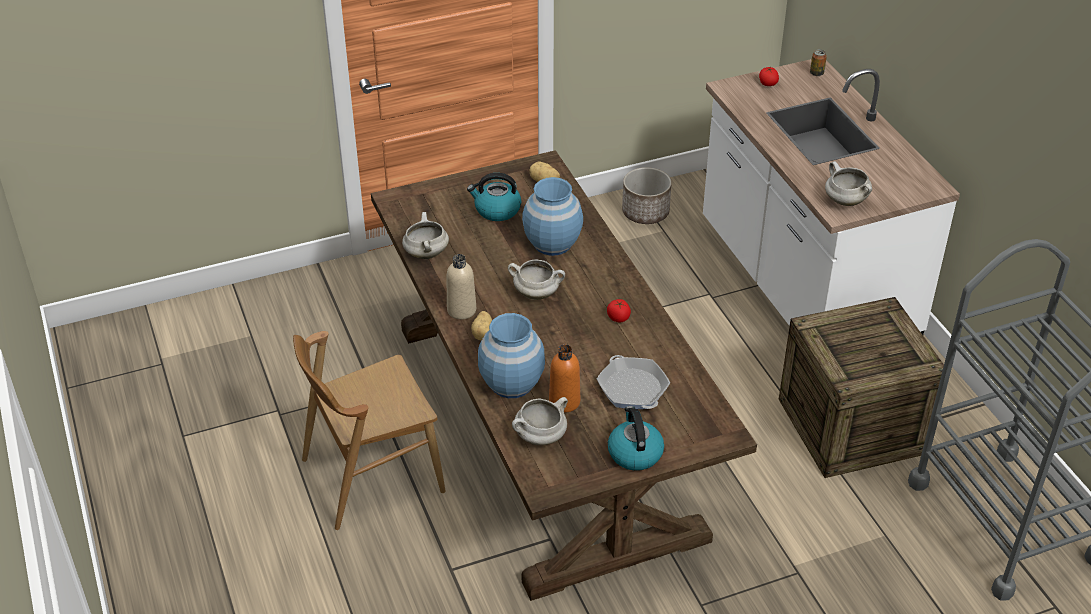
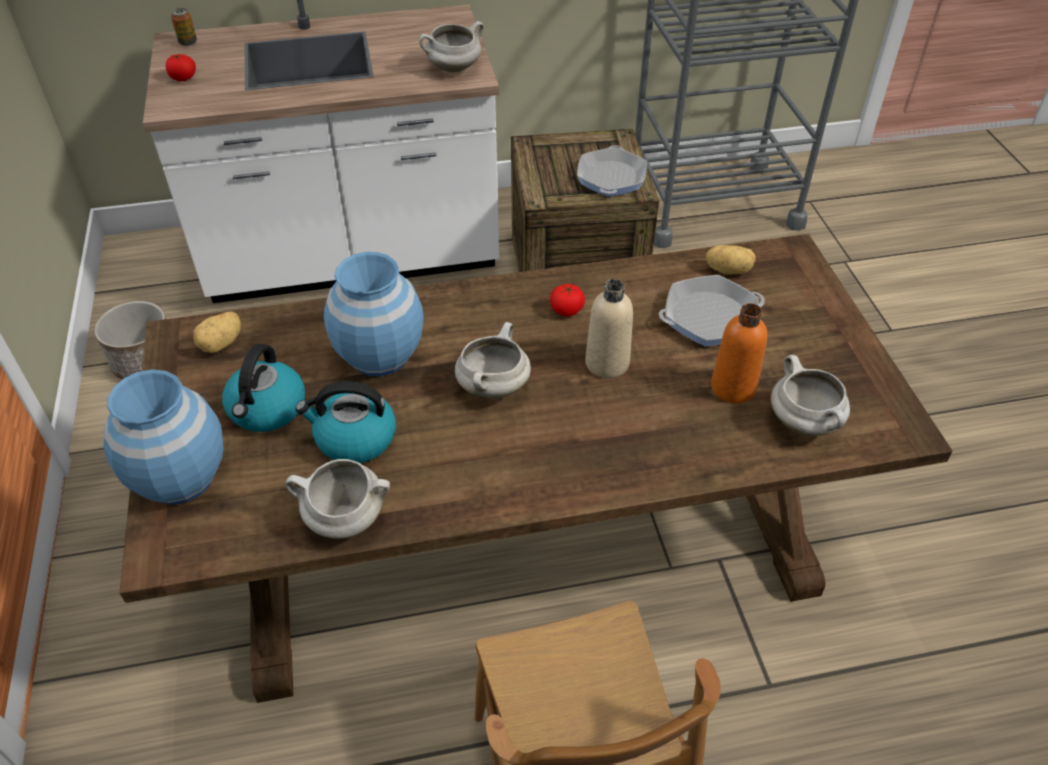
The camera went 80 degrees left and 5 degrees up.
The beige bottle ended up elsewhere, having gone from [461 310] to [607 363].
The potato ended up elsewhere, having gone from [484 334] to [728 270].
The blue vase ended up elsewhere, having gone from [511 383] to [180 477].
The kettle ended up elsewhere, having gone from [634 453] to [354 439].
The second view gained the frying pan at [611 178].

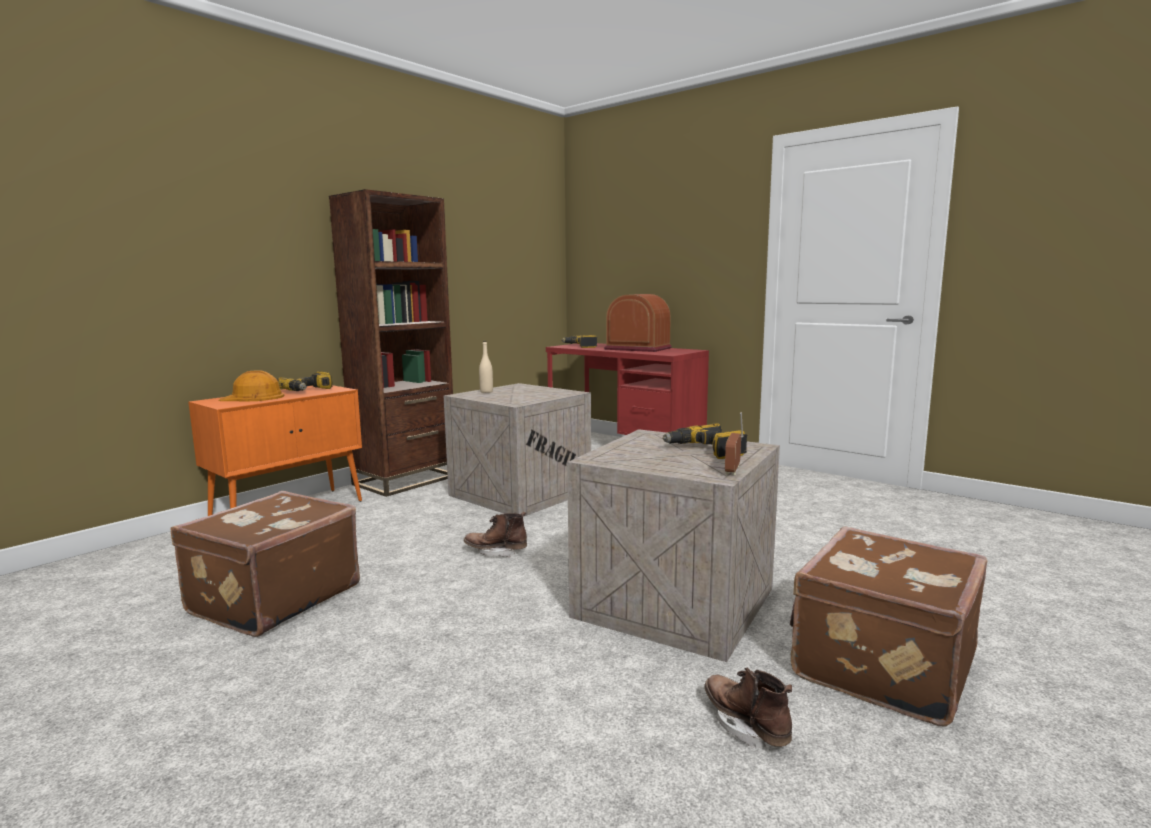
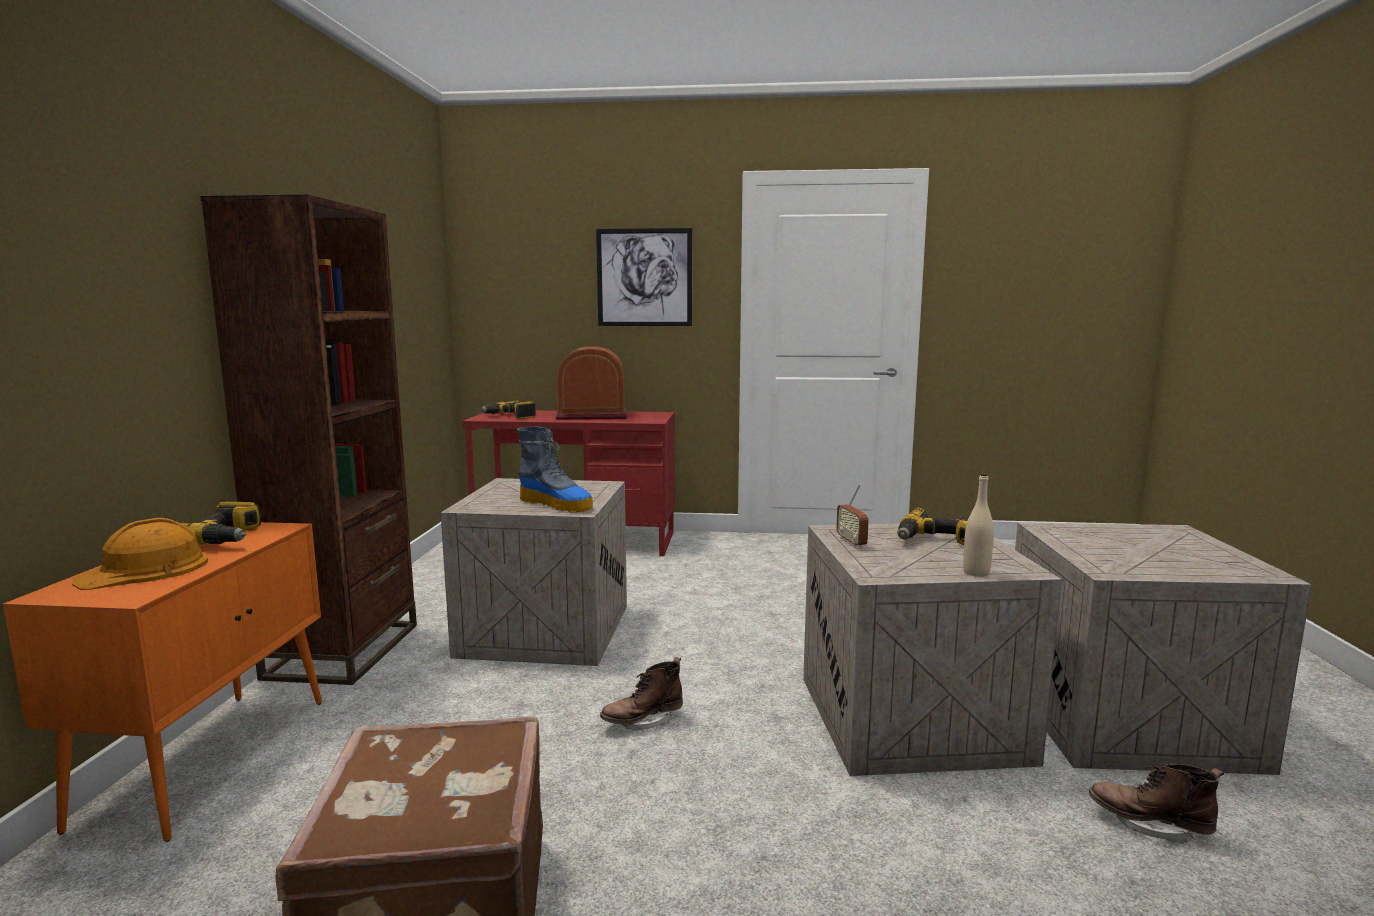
The camera went 35 degrees left and 0 degrees up.
The beige bottle ended up elsewhere, having gone from [486 392] to [976 572].
The radio ended up elsewhere, having gone from [733 470] to [851 542].
Where the brown suitcase stood at [880 664], the crate came to stand at [1129 720].
The second view gained the boot at [557 504].
The second view gained the picture at [644 277].

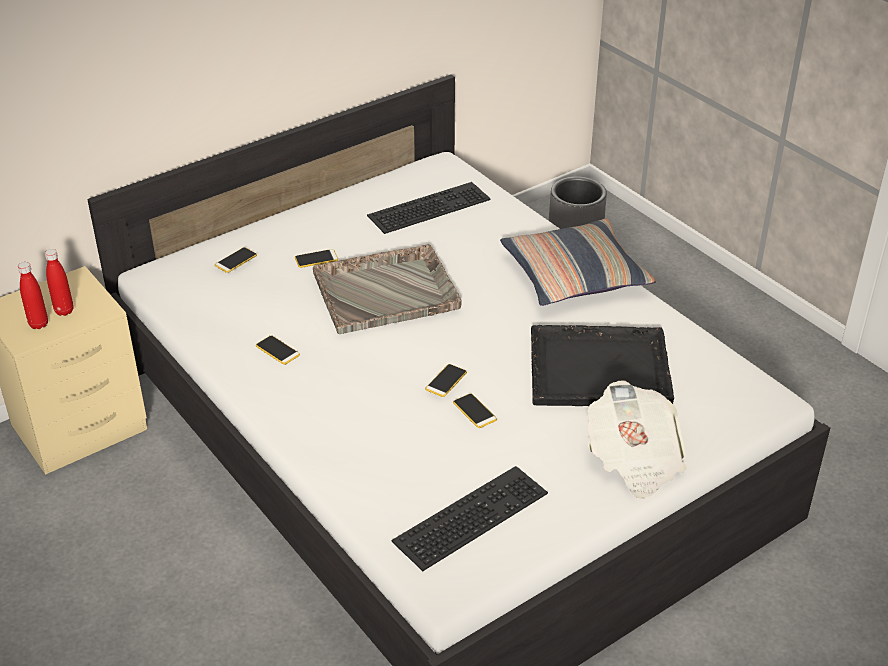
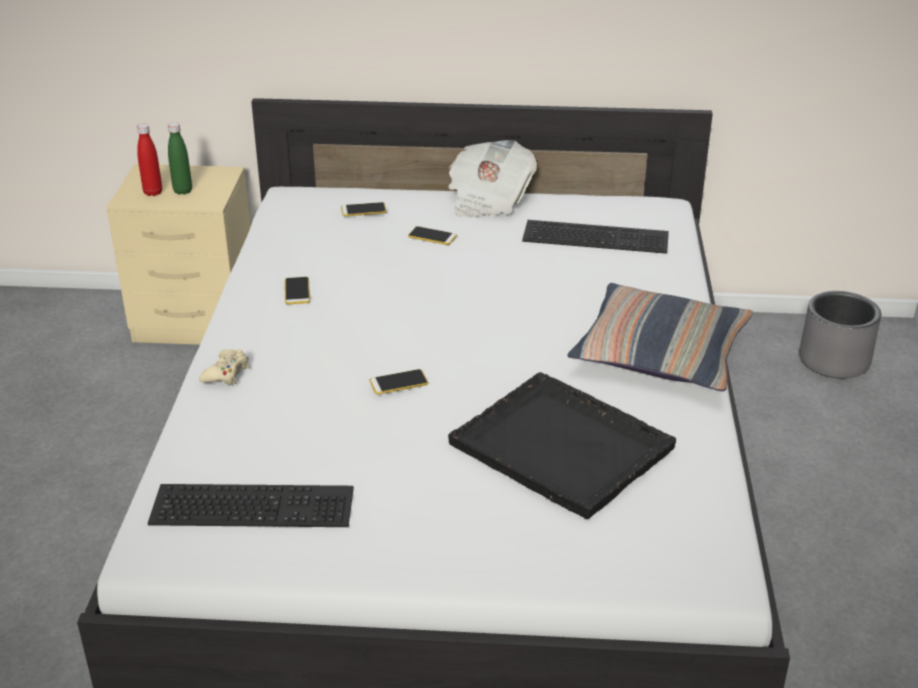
The camera went 40 degrees right and 5 degrees down.
What was the red bottle at [64 311] turned into the green bottle at [183 191].
The second view lost the grey tray at [387 291].
The second view lost the phone at [474 411].
The newspaper ended up elsewhere, having gone from [634 460] to [488 199].
The second view gained the beige game controller at [226 374].

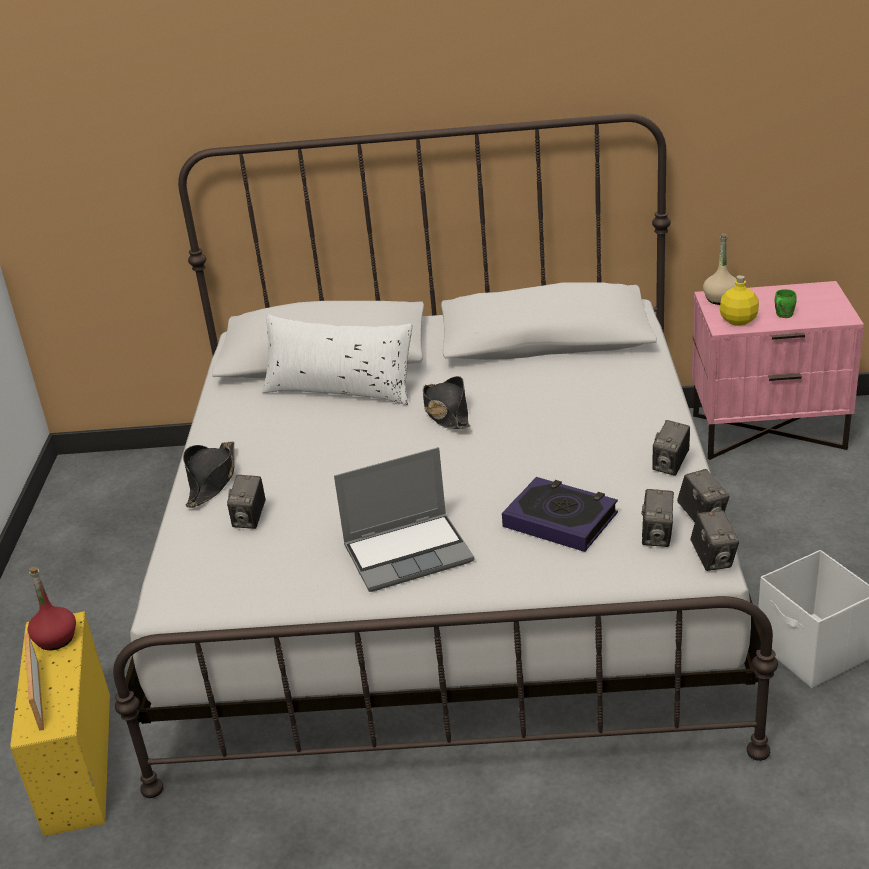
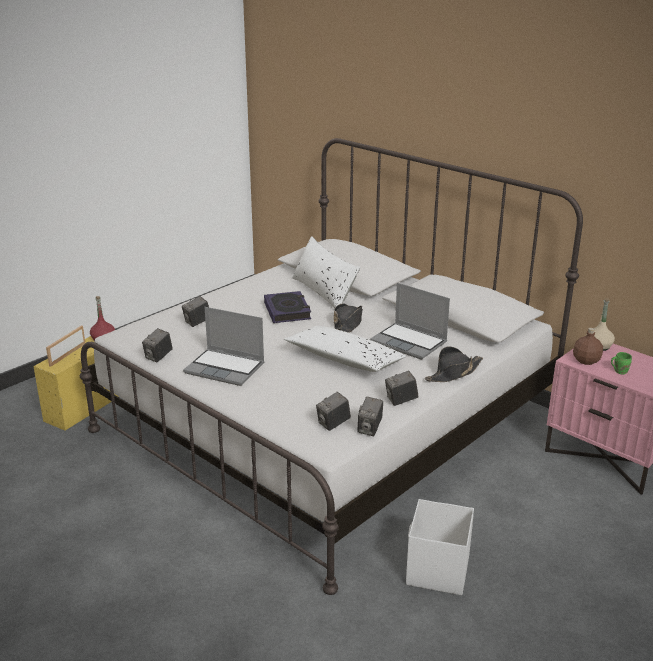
The camera went 40 degrees right and 5 degrees down.
The black hat ended up elsewhere, having gone from [212 480] to [453 373].
The book ended up elsewhere, having gone from [560 520] to [287 311].
The photo camera ended up elsewhere, having gone from [713 559] to [158 357].
What was the yellow bottle at [737 320] turned into the brown bottle at [585 360].
The second view gained the white pillow at [344 359].
The second view gained the laptop at [410 342].

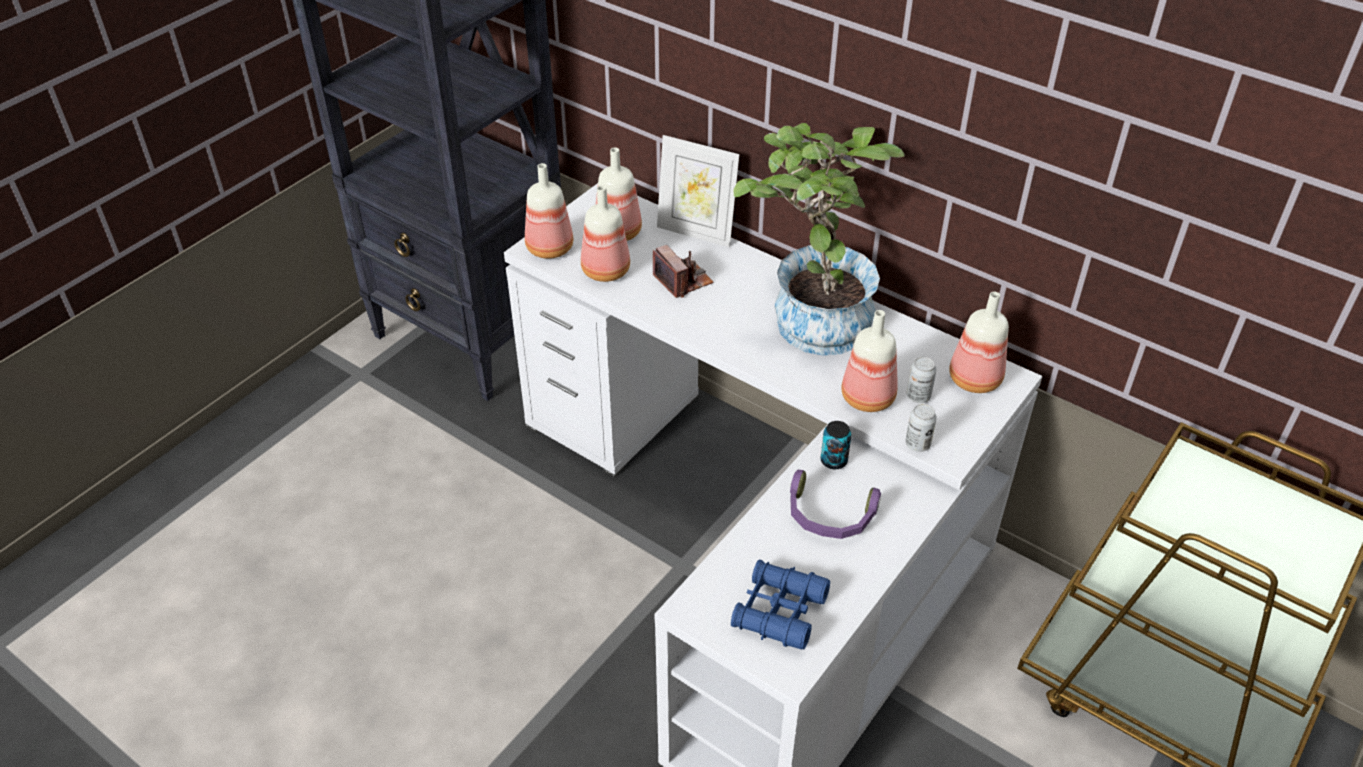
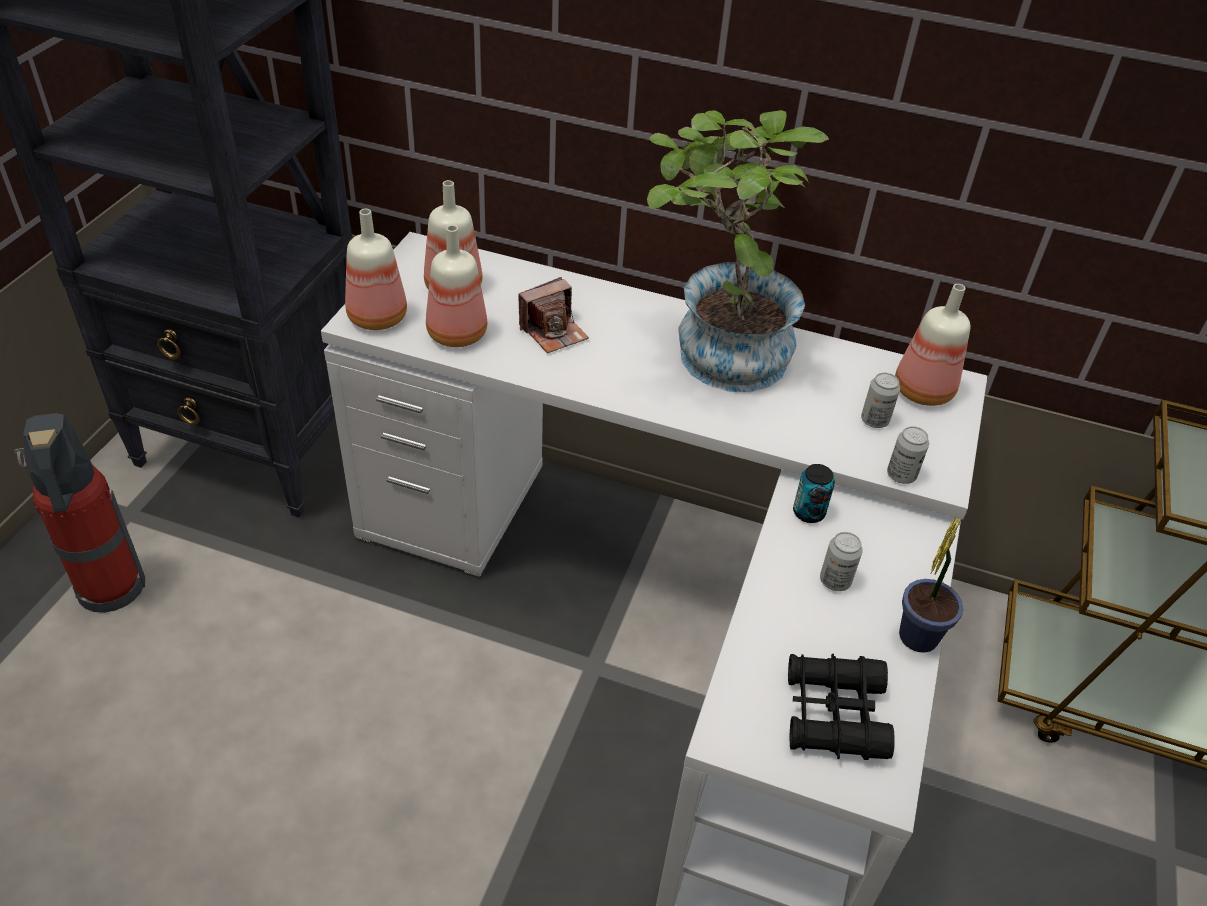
The camera went 20 degrees left and 0 degrees up.
The photo camera at [683 280] ended up facing another way, 105 degrees clockwise from before.
The second view lost the picture frame at [696 232].
What was the blue binoculars at [779 611] turned into the black binoculars at [834 714].
Where the purple headphones stood at [829 516], the can came to stand at [835 581].
The second view lost the bottle at [868 396].
The second view gained the fire extinguisher at [110 590].
The second view gained the potted plant at [920 633].

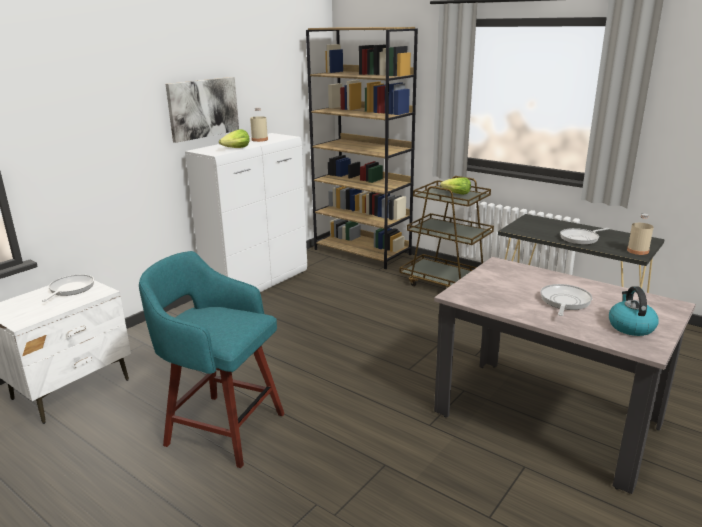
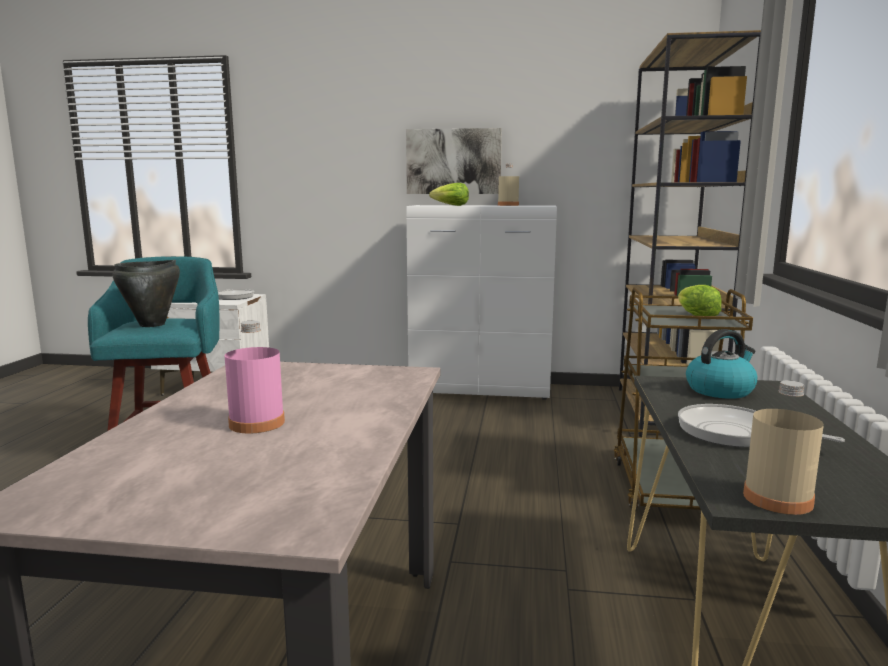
The camera went 60 degrees right and 10 degrees down.
Where the frying pan stood at [564 302], the pink bottle came to stand at [257 423].
The kettle ended up elsewhere, having gone from [630 326] to [720 390].
The second view gained the black cooking pot at [152 324].

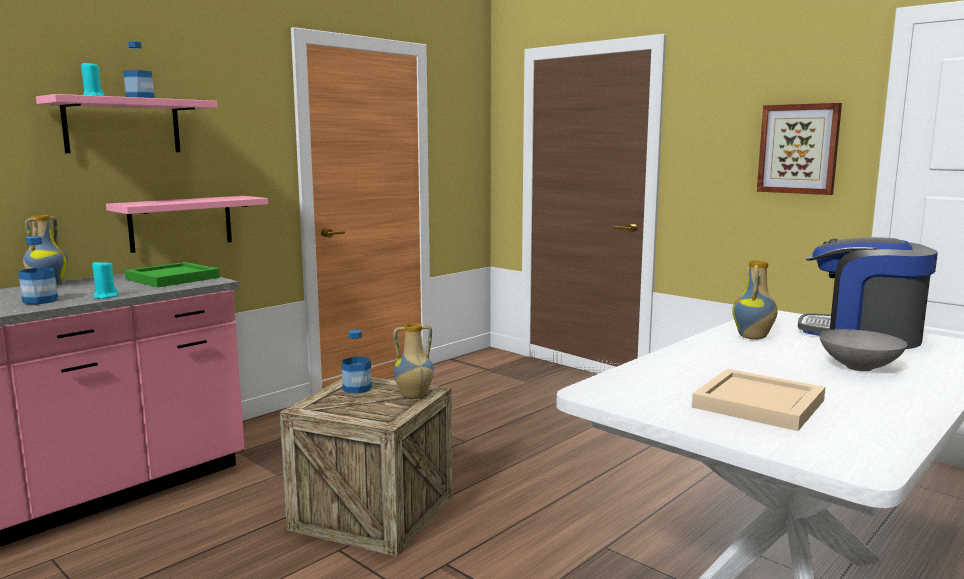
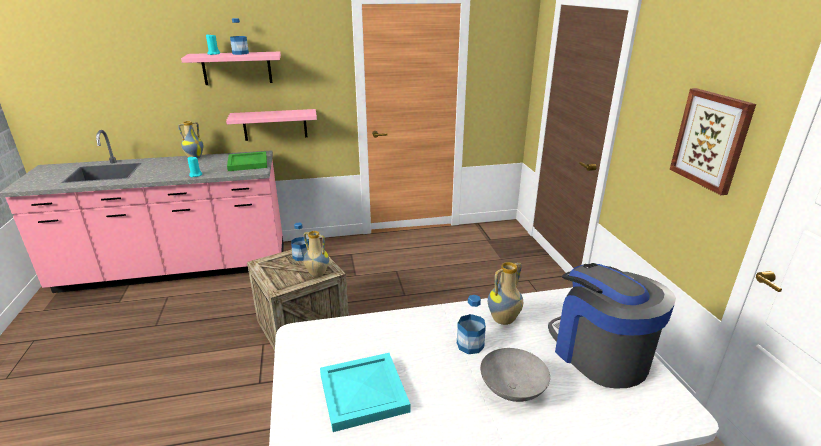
The camera went 35 degrees right and 15 degrees up.
The bottle ended up elsewhere, having gone from [40 301] to [470 345].
What was the beige tray at [756 404] turned into the turquoise tray at [362 392].

